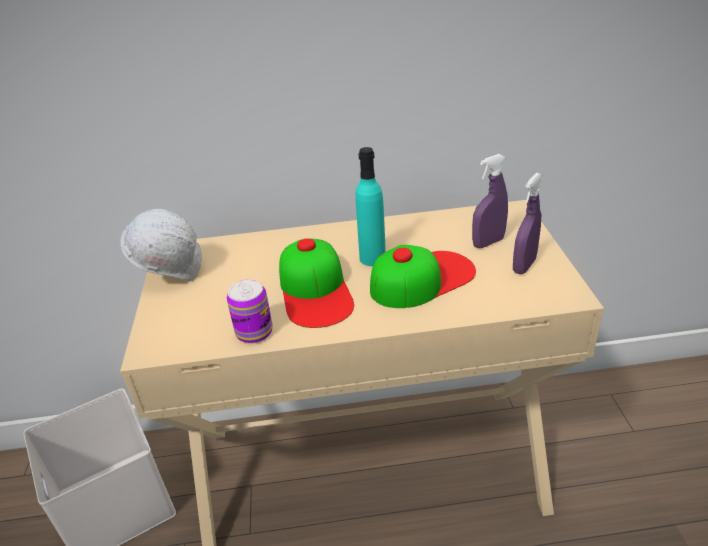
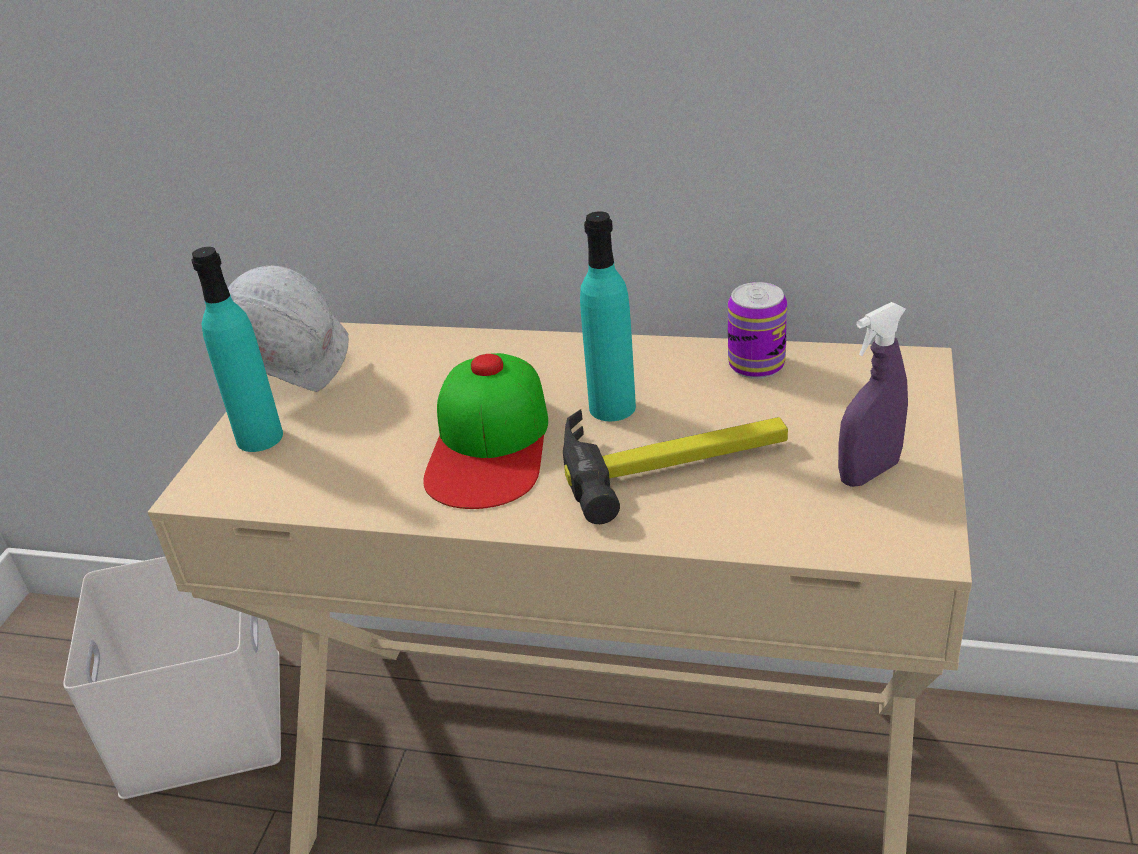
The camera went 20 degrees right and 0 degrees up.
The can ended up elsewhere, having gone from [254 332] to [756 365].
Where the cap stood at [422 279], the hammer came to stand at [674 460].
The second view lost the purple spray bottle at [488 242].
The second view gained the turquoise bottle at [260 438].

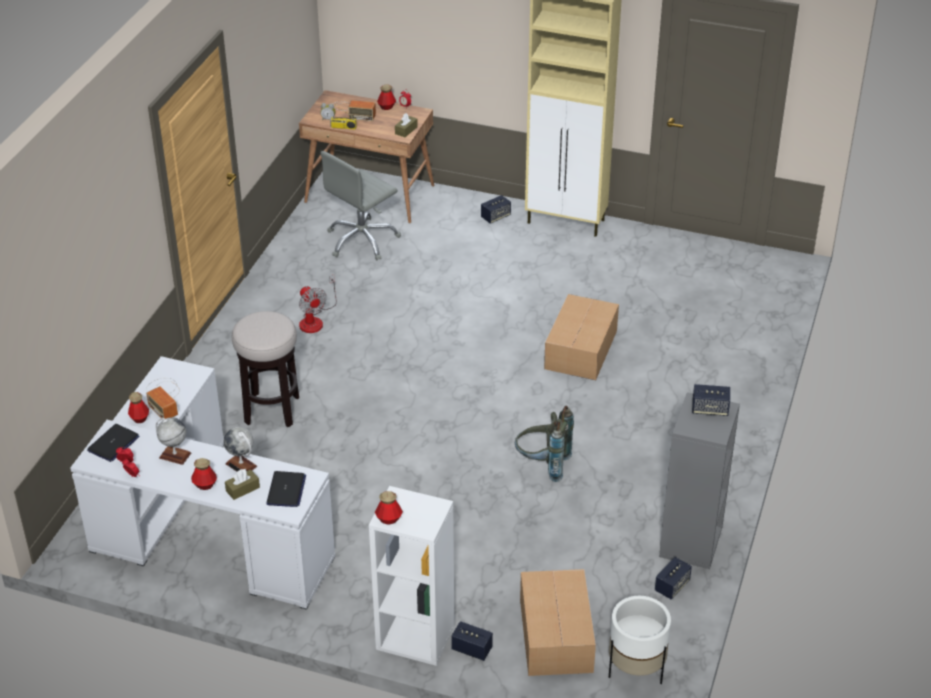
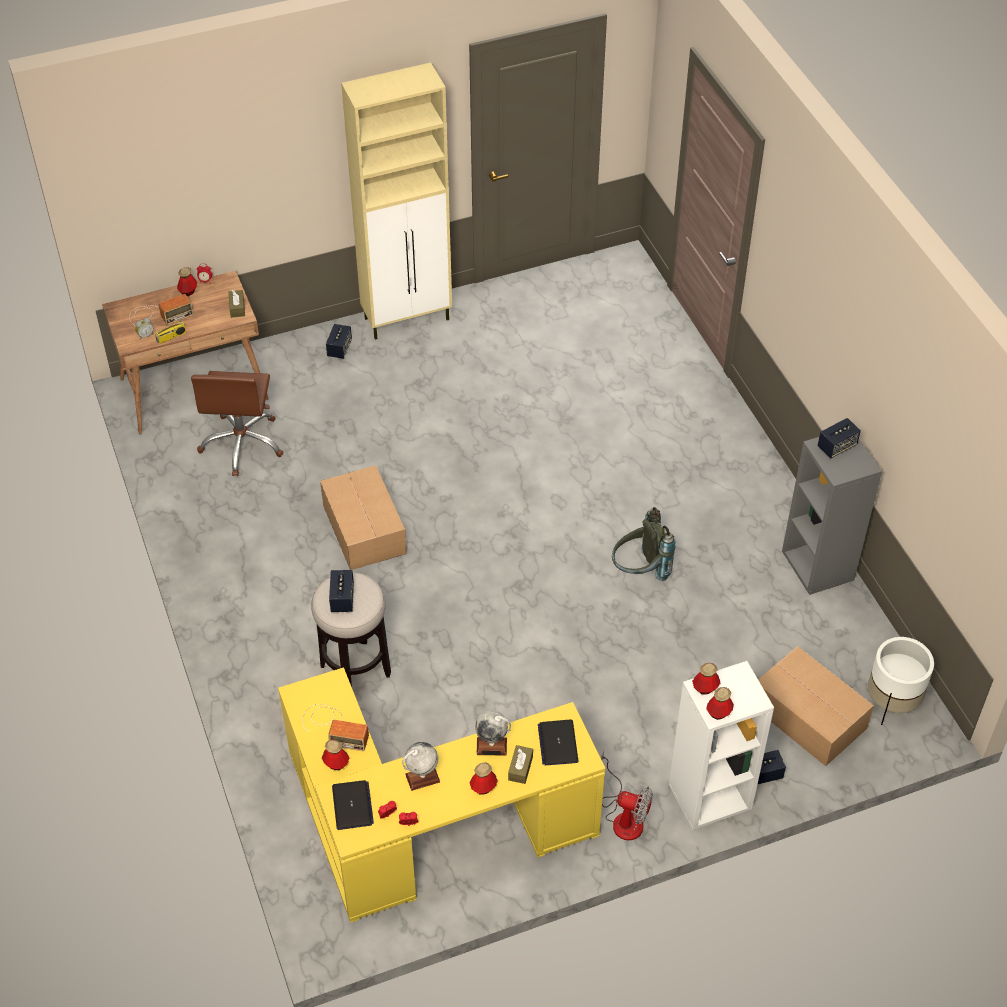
The camera went 40 degrees left and 10 degrees up.
What was the white desk at [200 529] turned into the yellow desk at [425 828].
The laptop at [286 490] ended up facing another way, 150 degrees counterclockwise from before.
The fan ended up elsewhere, having gone from [315 320] to [623 816].
What was the grey office chair at [362 240] turned into the brown office chair at [242 444].
The cardboard box ended up elsewhere, having gone from [582 349] to [364 528].
The speaker ended up elsewhere, having gone from [672 586] to [342 599].
The second view gained the bottle at [705 688].

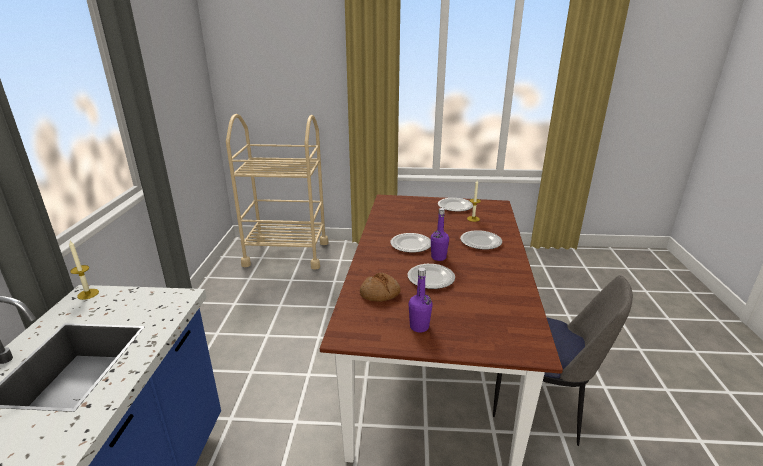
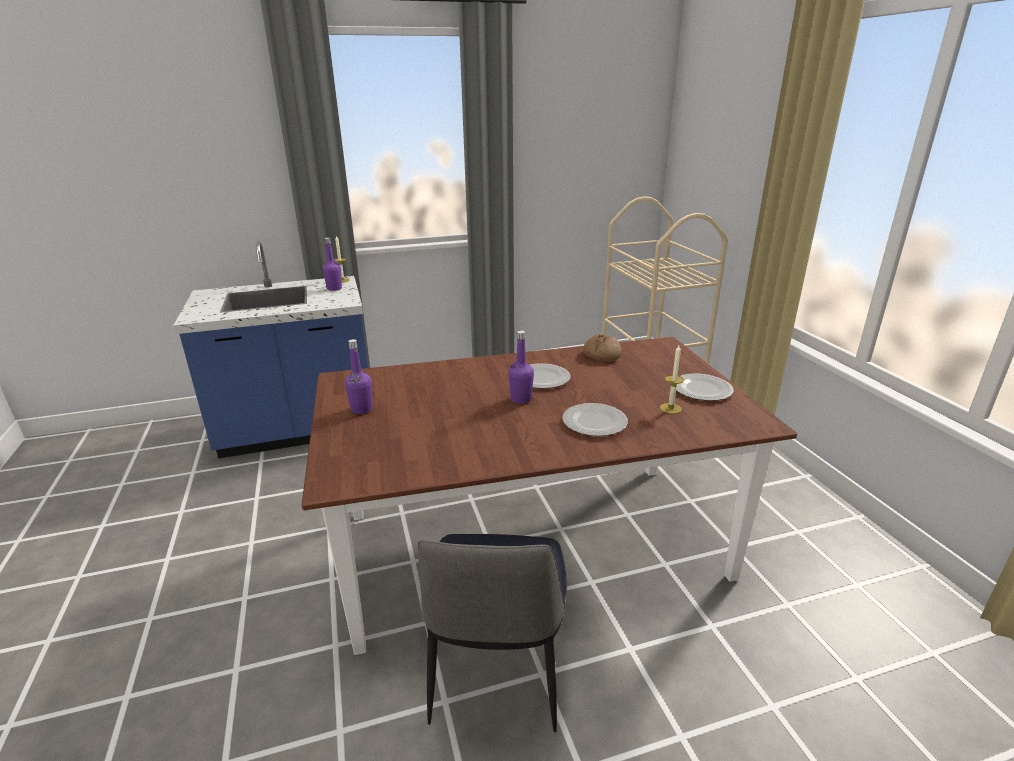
The camera went 70 degrees right and 0 degrees up.
The bread ended up elsewhere, having gone from [380 293] to [601 355].
The second view lost the plate at [431 278].
The second view gained the purple bottle at [334 288].

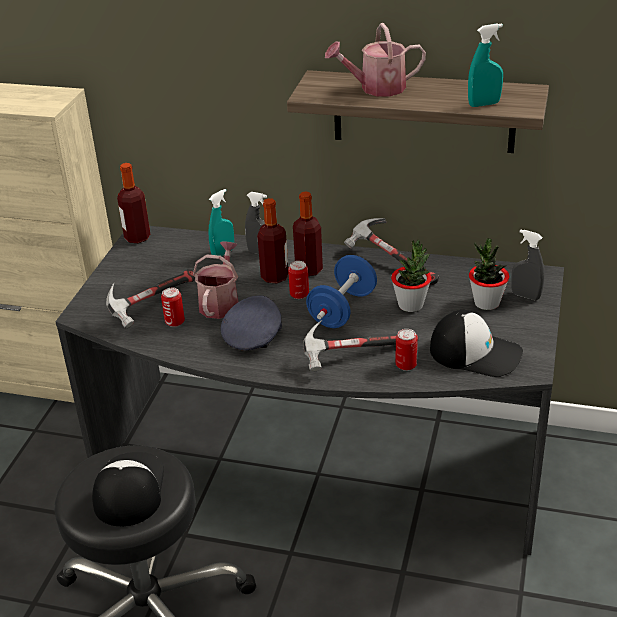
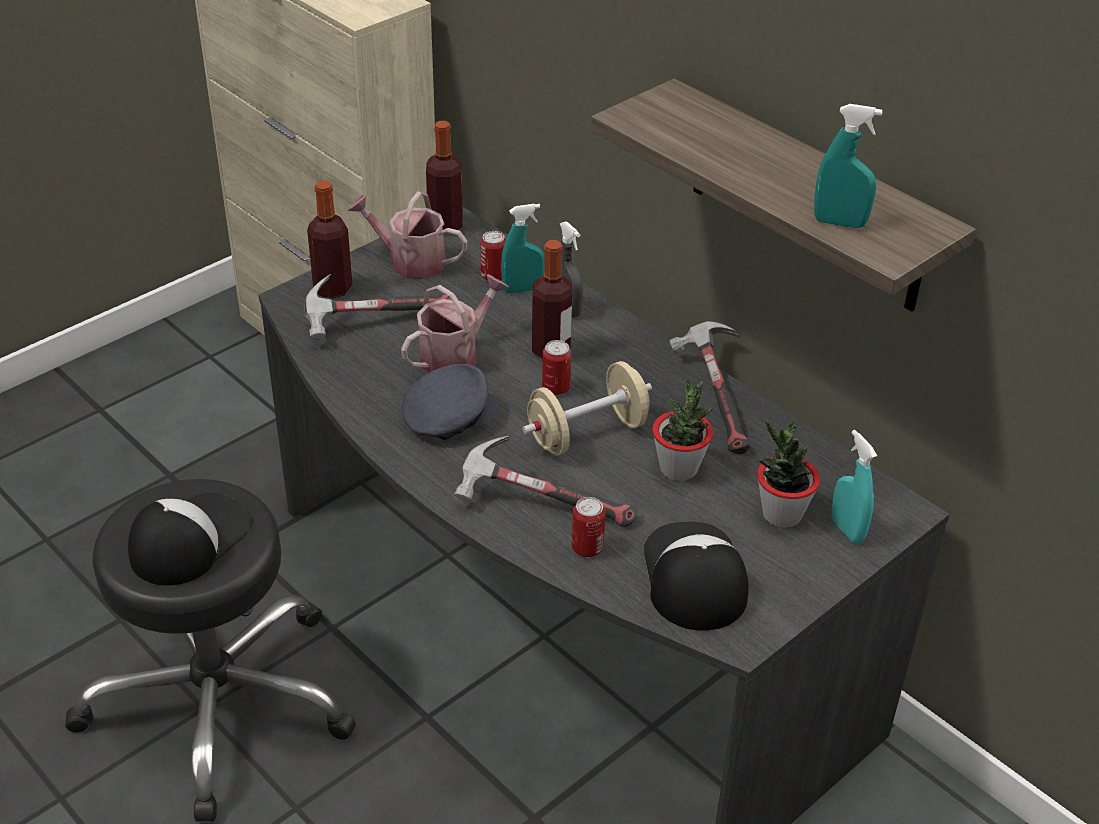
The camera went 30 degrees right and 5 degrees up.
The can ended up elsewhere, having gone from [175 322] to [493 276].
The bottle ended up elsewhere, having gone from [309 270] to [333 288].
What was the blue dumbbell at [342 309] turned into the beige dumbbell at [587 433].
The watering can ended up elsewhere, having gone from [376 88] to [410 261].
The cap at [476 353] ended up facing another way, 150 degrees counterclockwise from before.
What was the grey spray bottle at [525 296] turned into the turquoise spray bottle at [847 530].

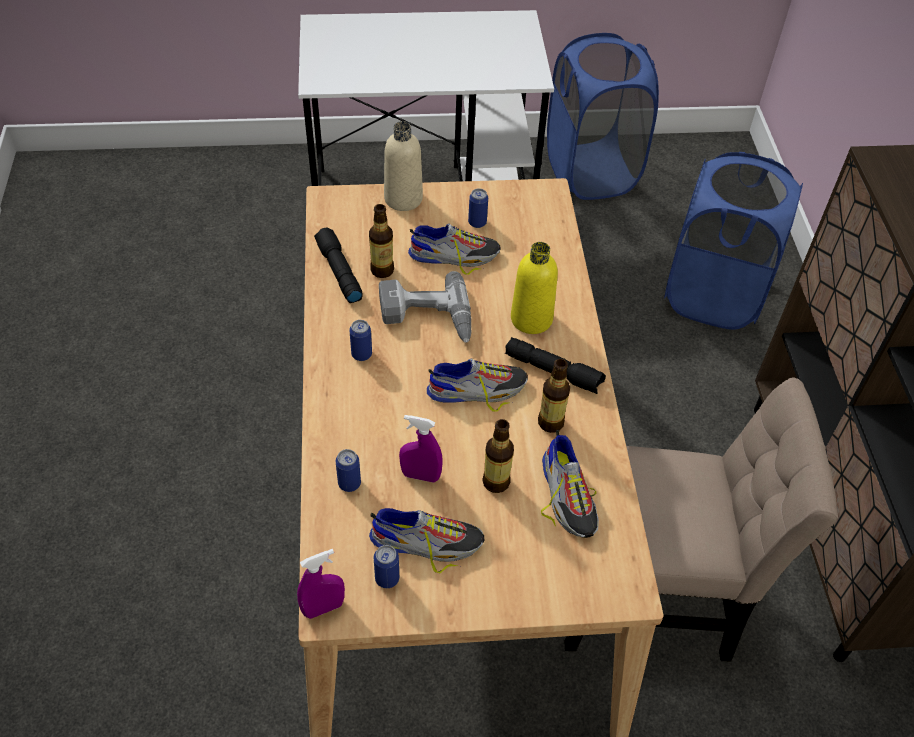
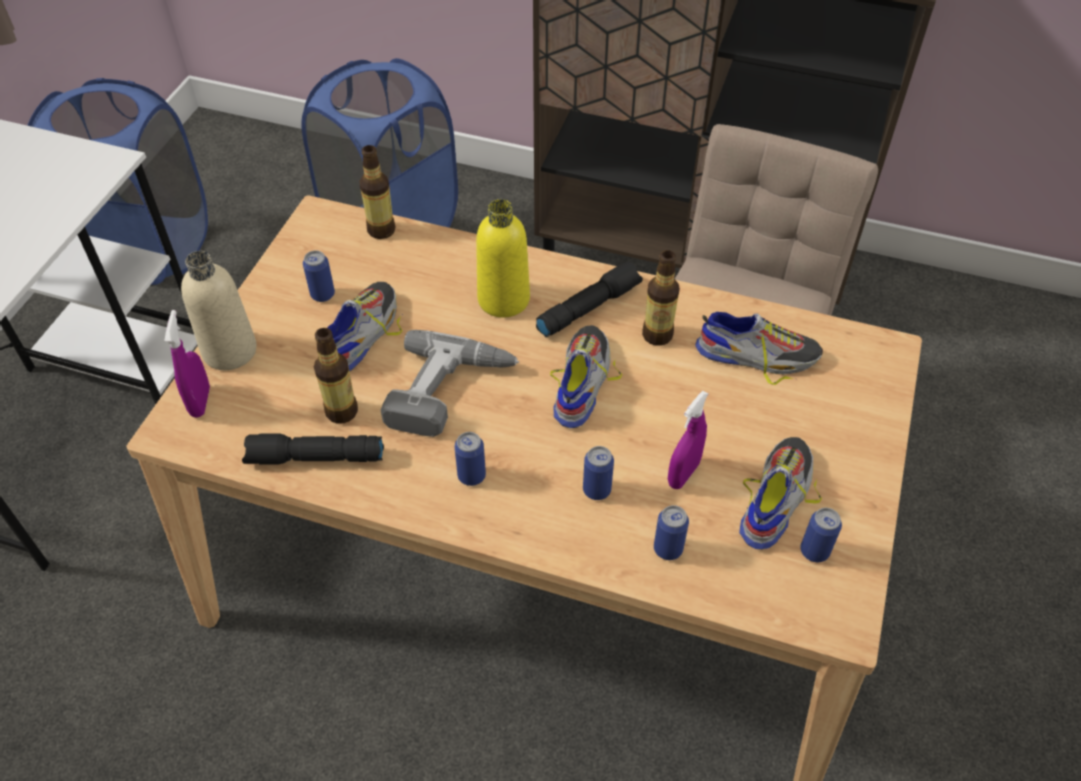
The camera went 65 degrees left and 0 degrees up.
The purple spray bottle ended up elsewhere, having gone from [323 608] to [200 401].
The bottle ended up elsewhere, having gone from [496 482] to [381 230].
The second view gained the can at [596 490].

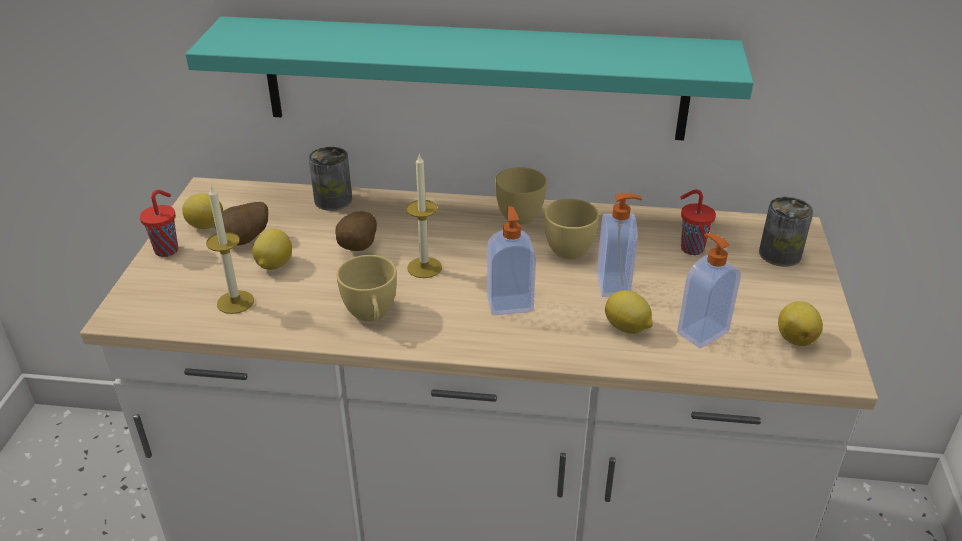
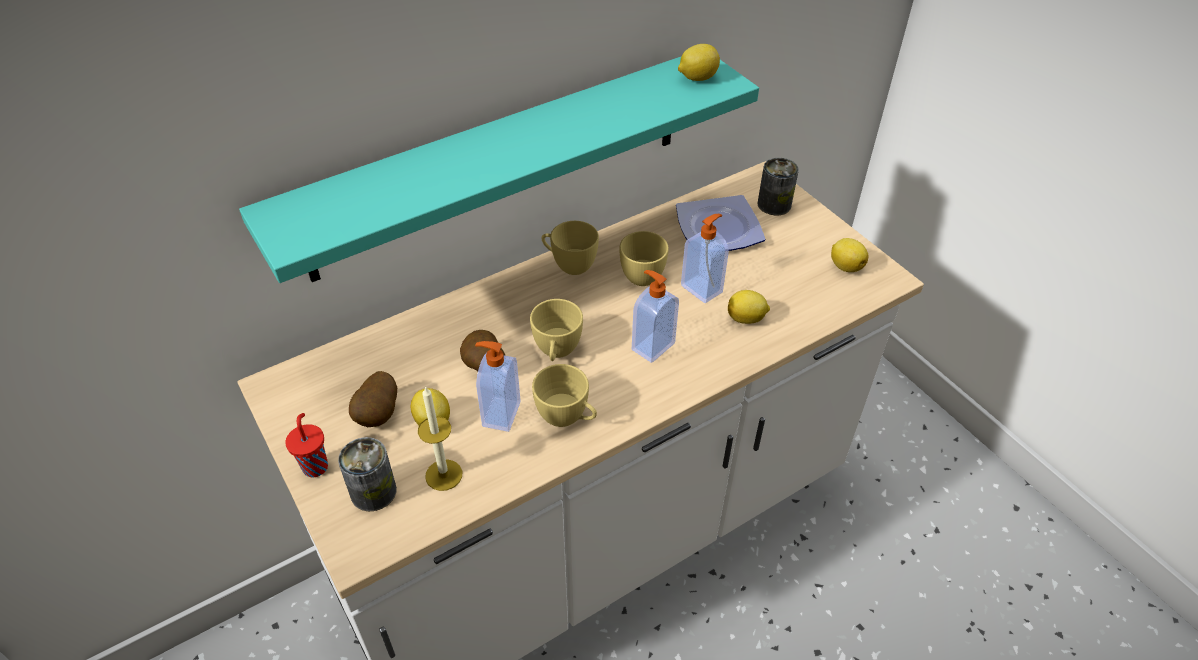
The camera went 40 degrees left and 10 degrees up.
The lemon ended up elsewhere, having gone from [205 225] to [697 78].
The can ended up elsewhere, having gone from [333 200] to [373 491].
Where the candle stood at [424 267], the yellow cup came to stand at [556 352].
The soap dispenser ended up elsewhere, having gone from [701 331] to [500 414].
Where the red cup stood at [690 248], the plate came to stand at [717 230].

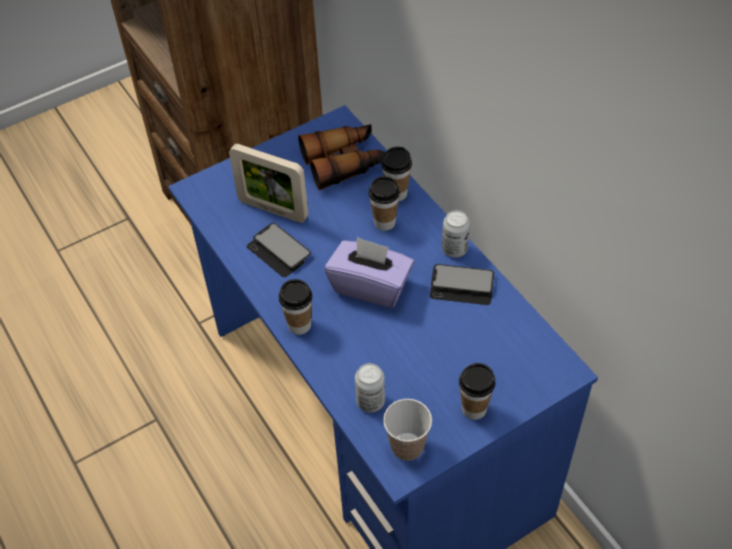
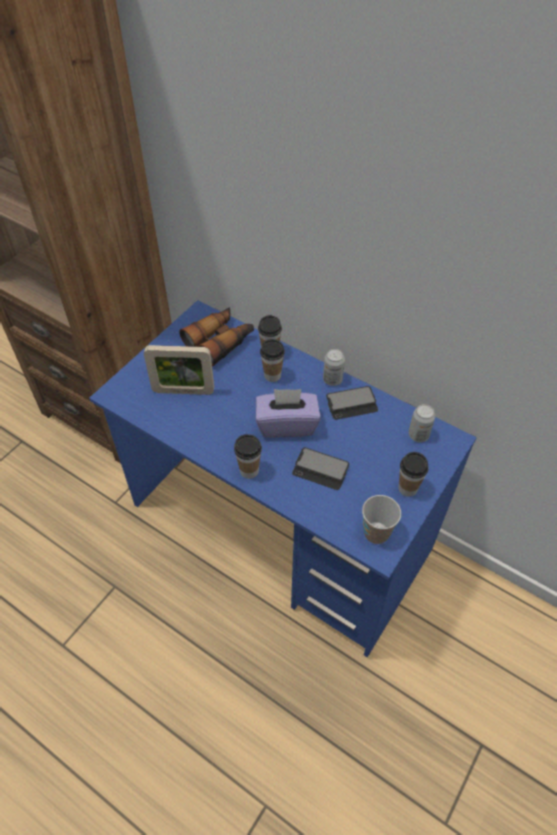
The camera went 25 degrees left and 0 degrees up.
The phone ended up elsewhere, having gone from [279 251] to [320 469].
The can ended up elsewhere, having gone from [370 401] to [418 435].

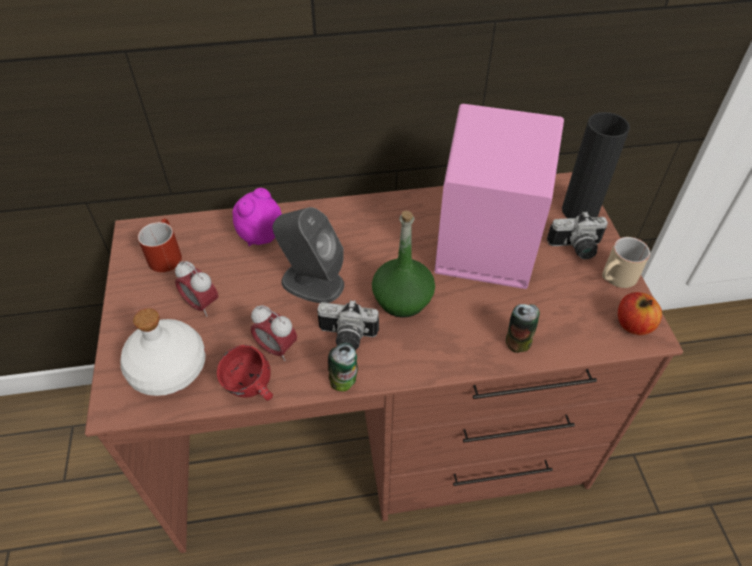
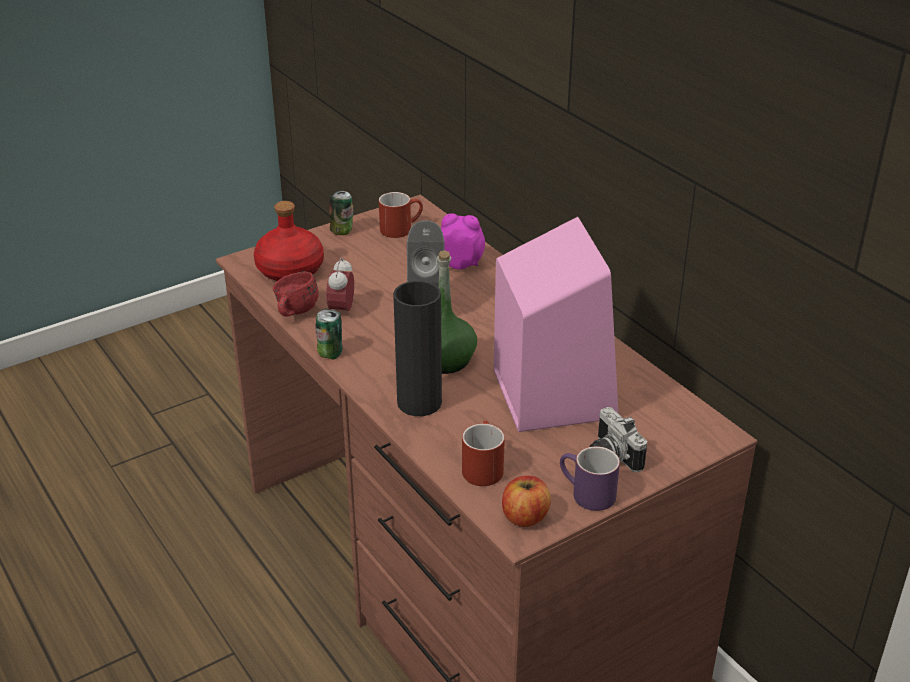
The camera went 65 degrees right and 15 degrees down.
What was the white bottle at [167 369] turned into the red bottle at [289 270].
The second view lost the alarm clock at [201 304].
The second view lost the photo camera at [346 338].
The can ended up elsewhere, having gone from [518 342] to [343 231].
The black vase ended up elsewhere, having gone from [580 211] to [419 403].
What was the beige mug at [616 279] turned into the purple mug at [585 494].
The second view gained the red mug at [481 466].

